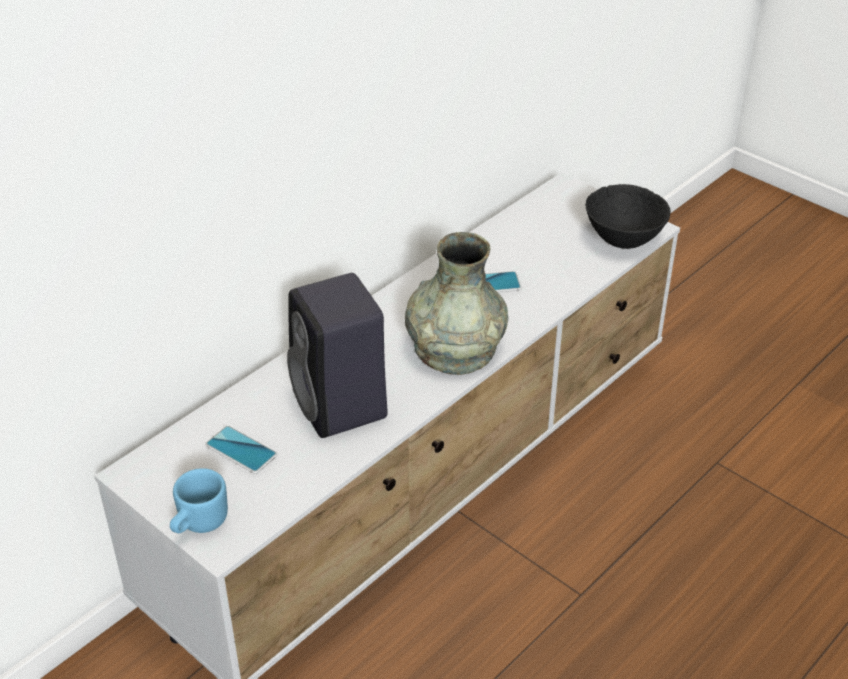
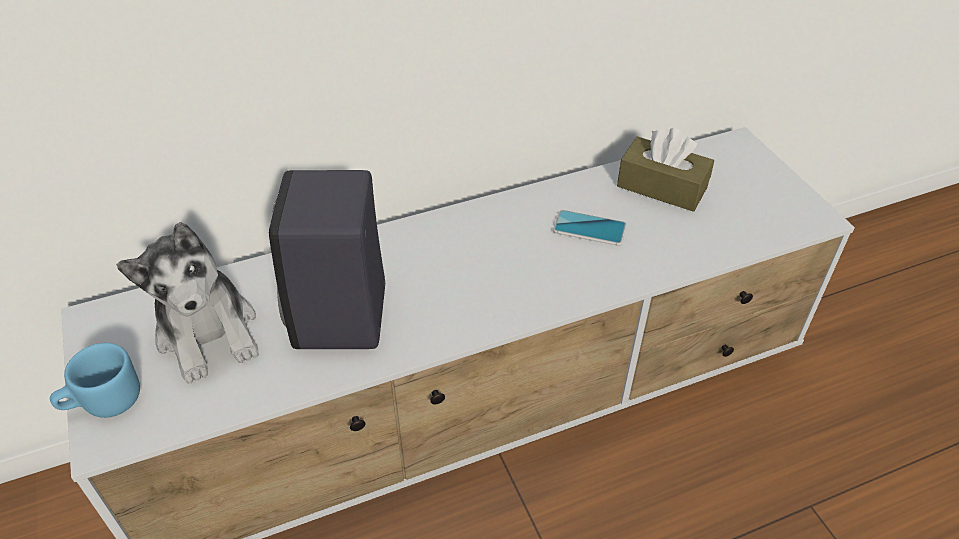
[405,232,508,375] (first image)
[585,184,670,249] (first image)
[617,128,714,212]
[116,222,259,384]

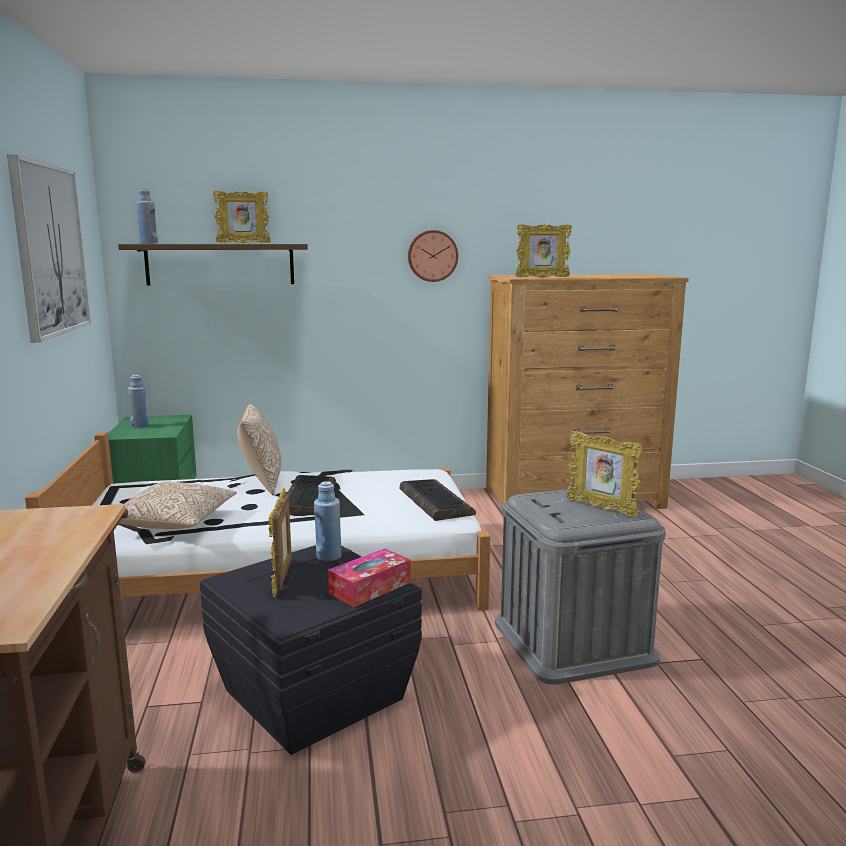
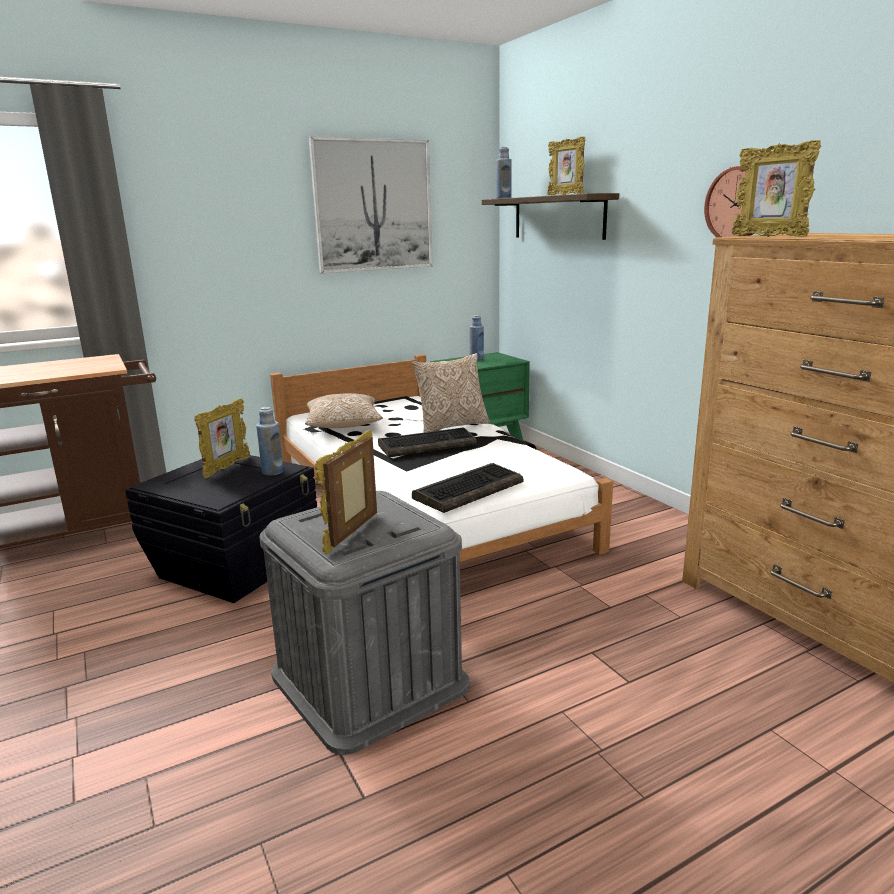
[328,548,411,607] (first image)
[194,398,250,478]

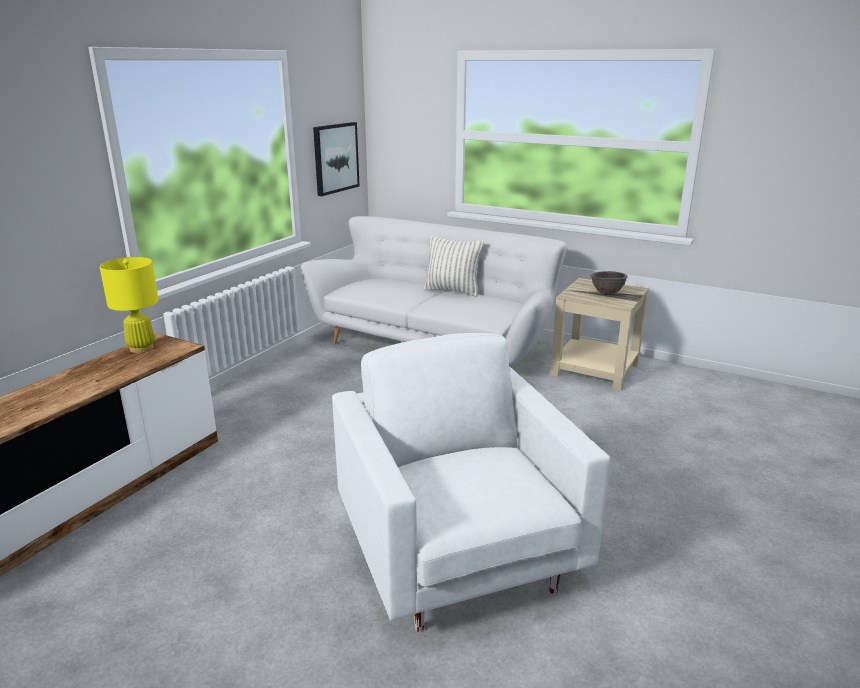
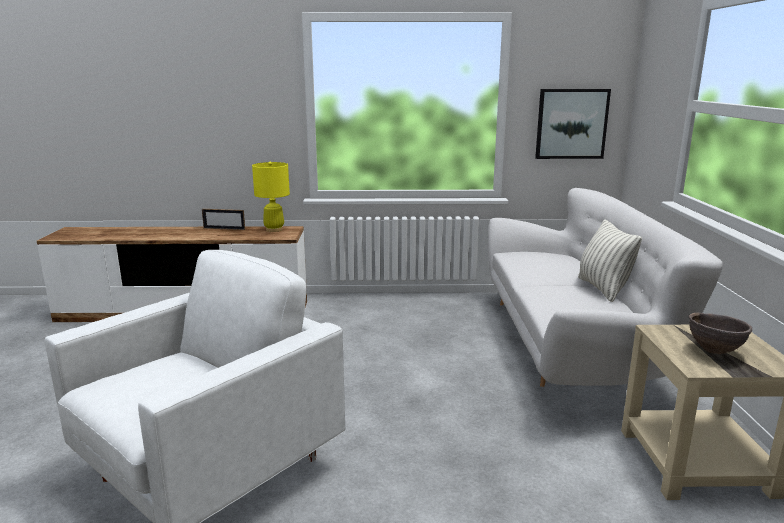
[202,209,245,230]

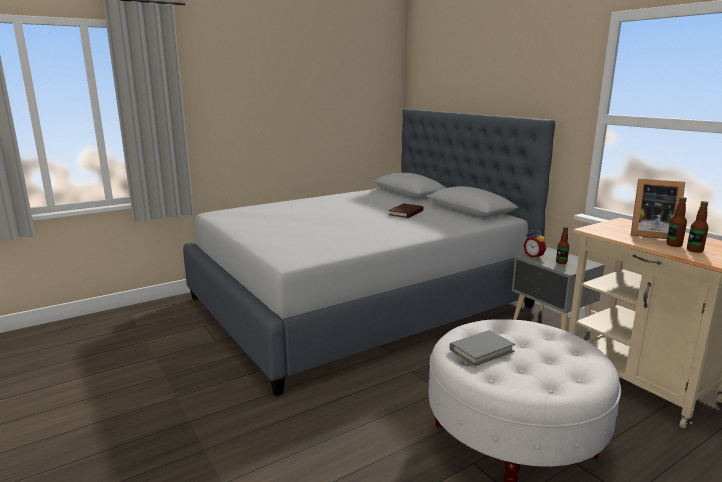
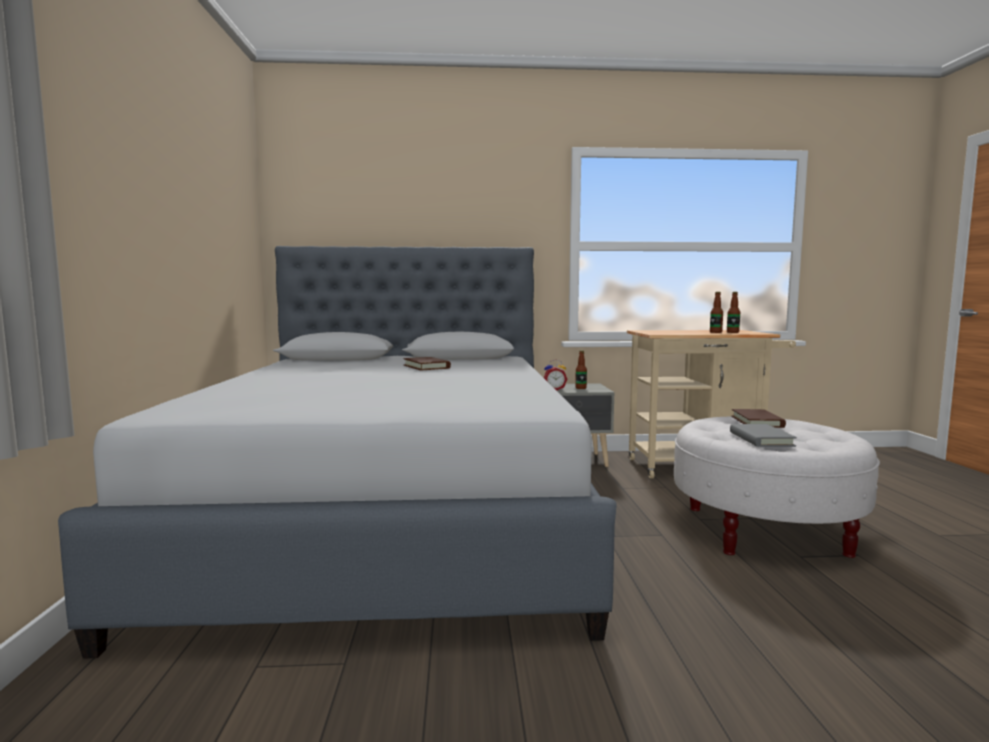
[631,179,685,239] (first image)
[731,409,786,428]

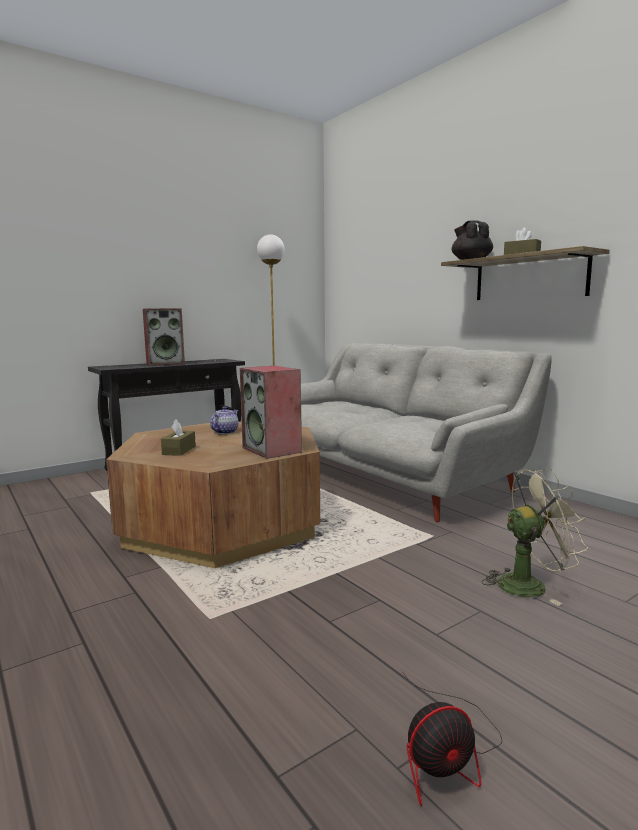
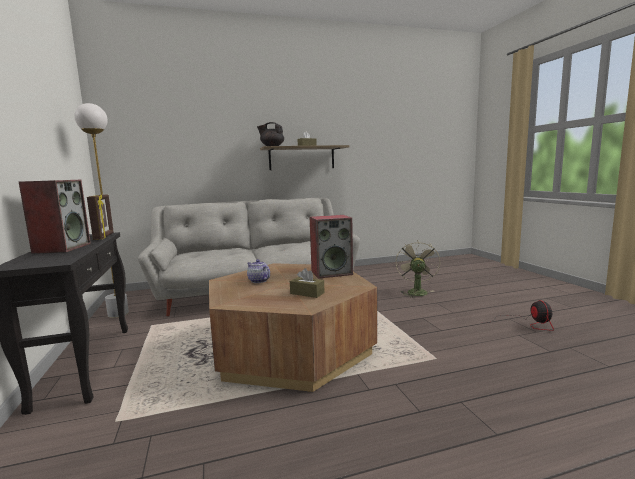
[87,194,114,240]

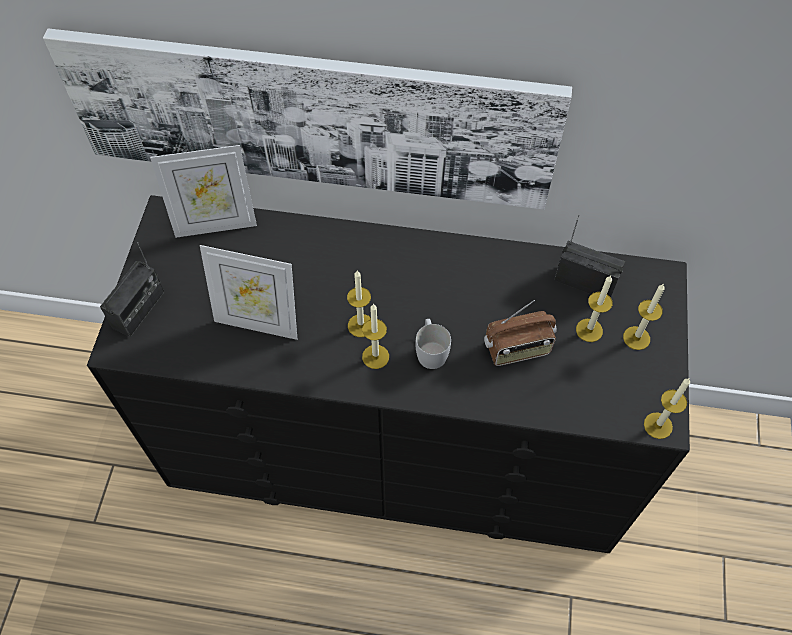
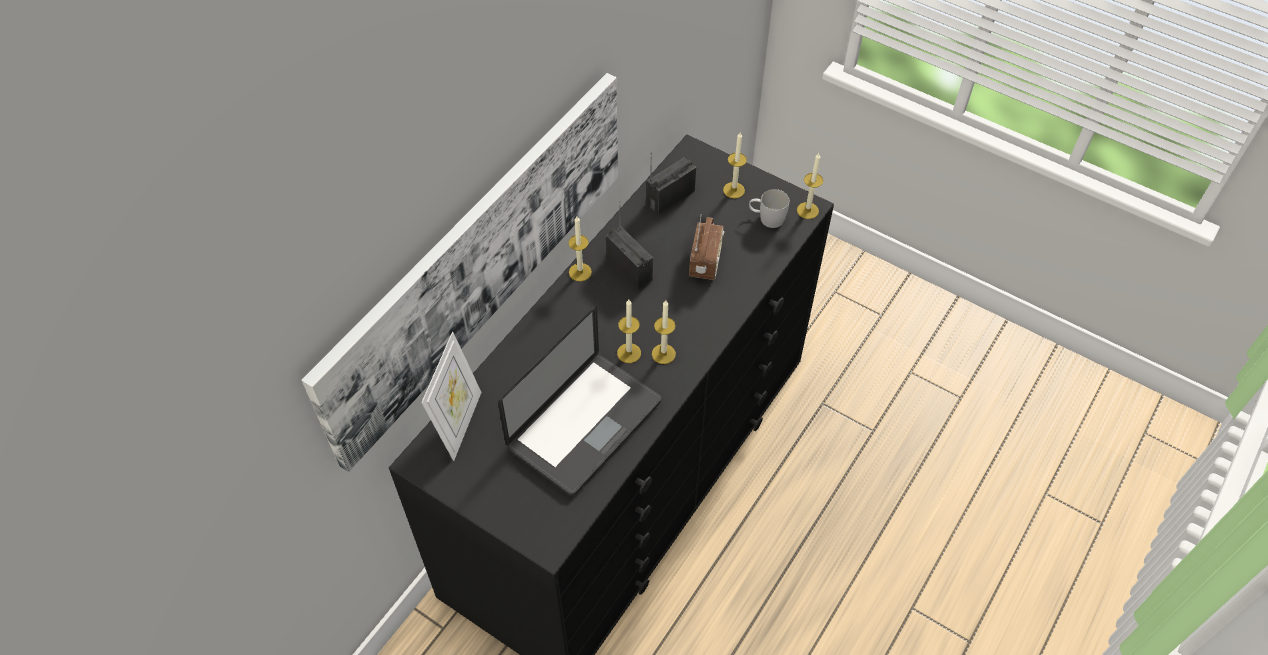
[606,202,653,290]
[749,189,789,228]
[568,216,592,282]
[498,306,661,496]

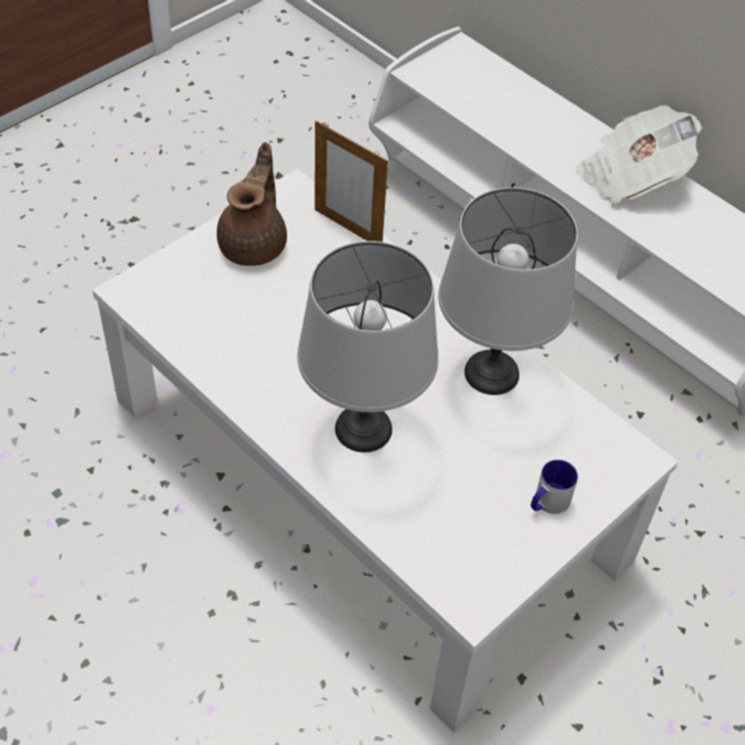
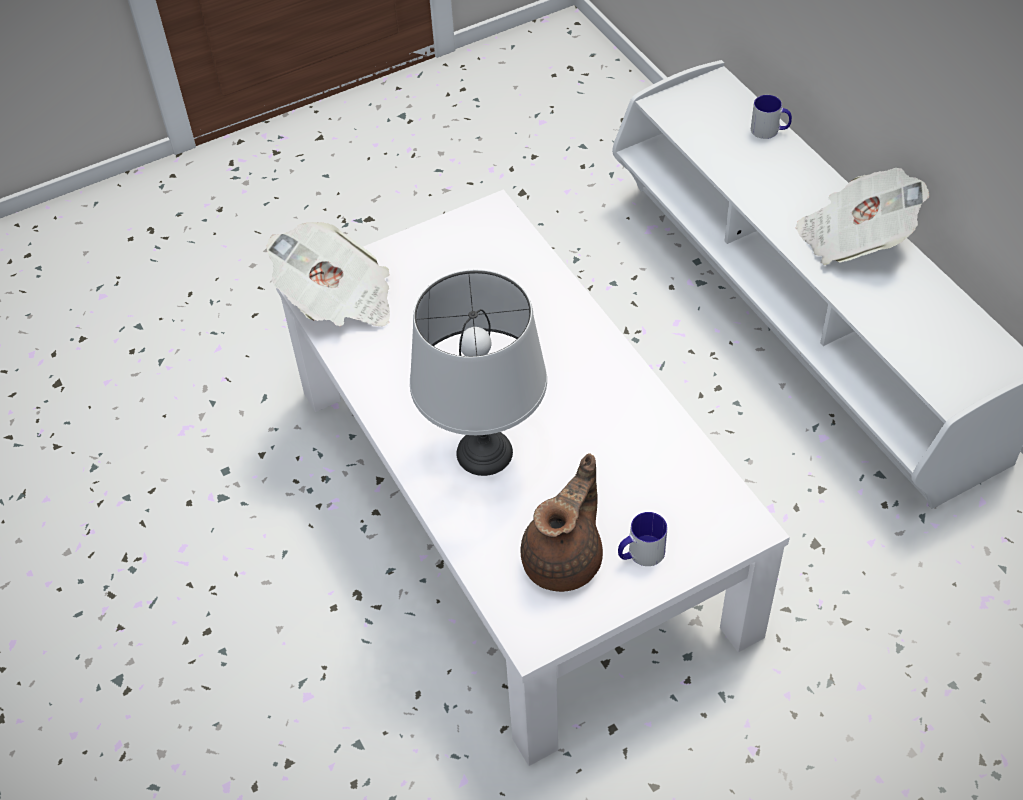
[315,121,388,242] (first image)
[438,187,578,395] (first image)
[266,222,390,326]
[751,95,792,139]
[520,453,603,592]

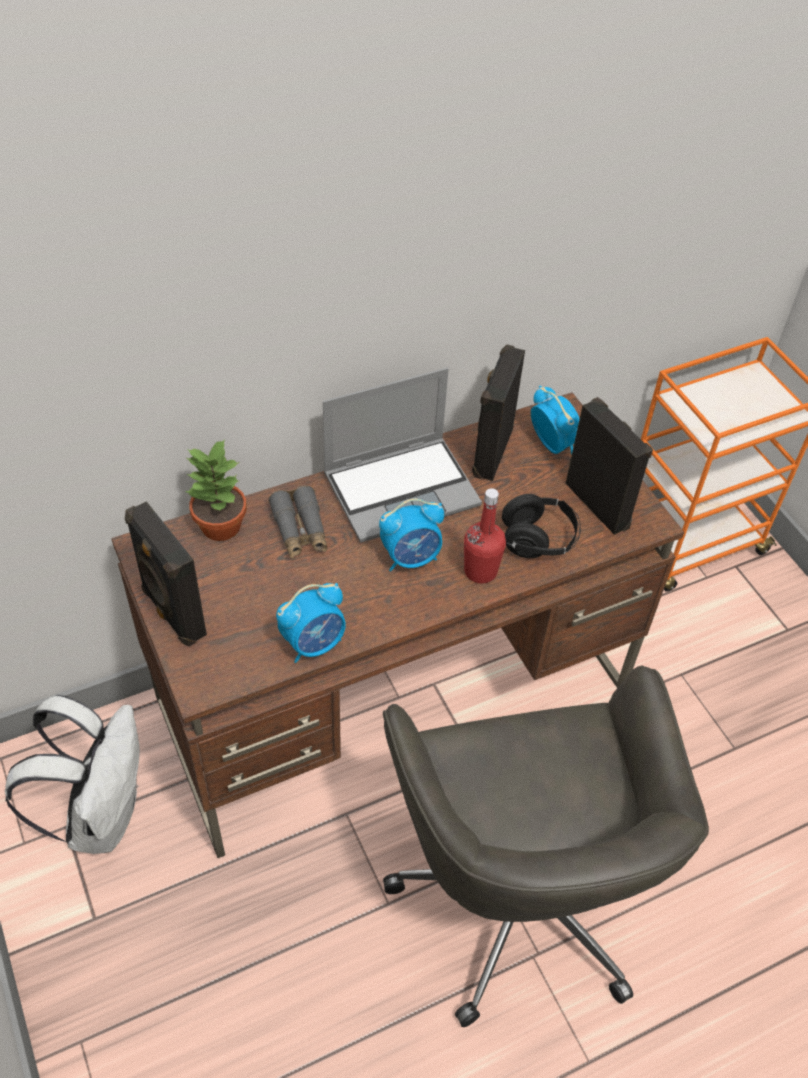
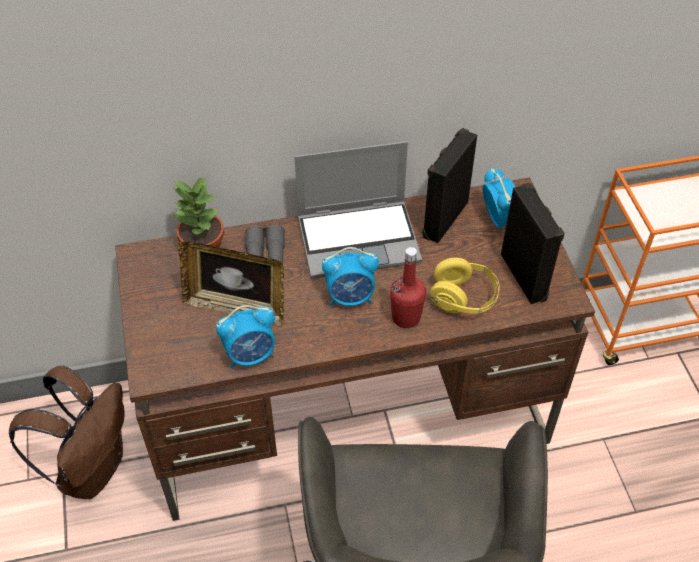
[125,501,207,647] (first image)
[178,242,284,327]
[9,365,125,499]
[430,258,500,314]

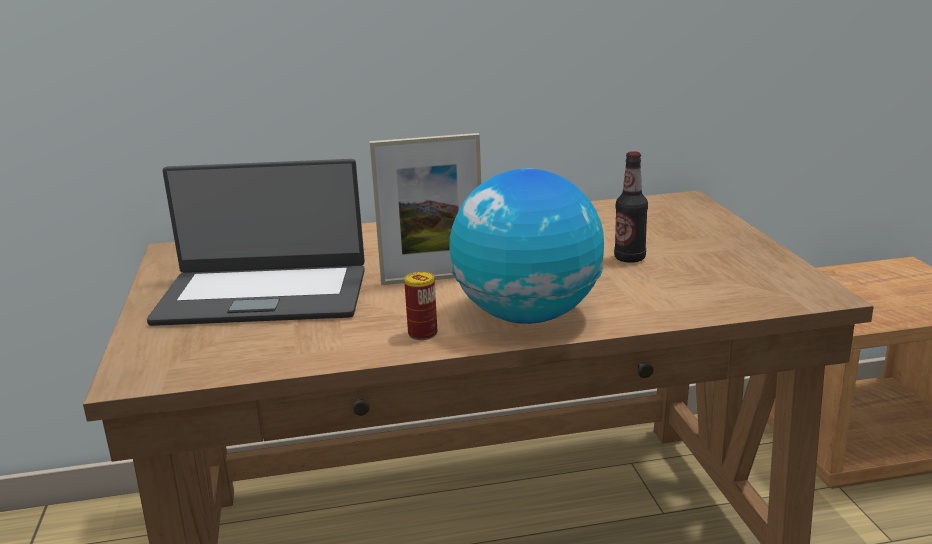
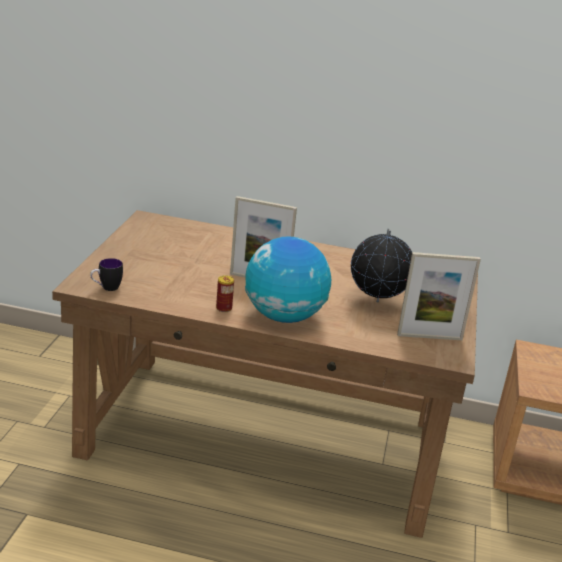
[147,159,365,326] (first image)
[90,258,123,291]
[397,252,481,340]
[351,229,412,302]

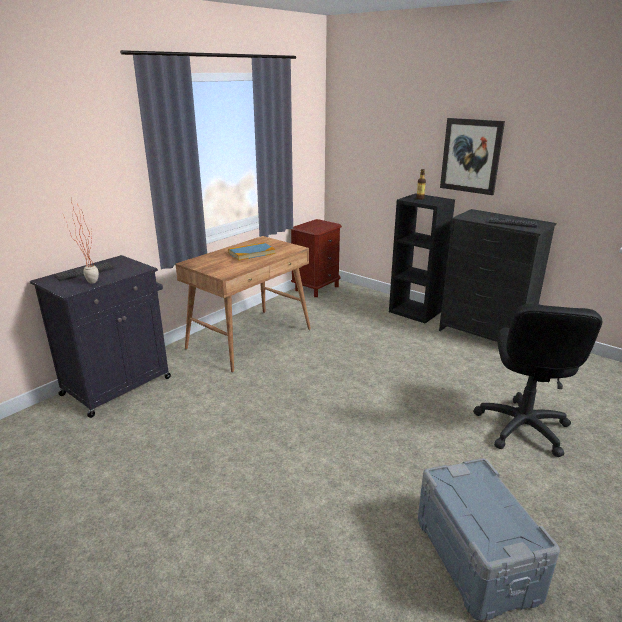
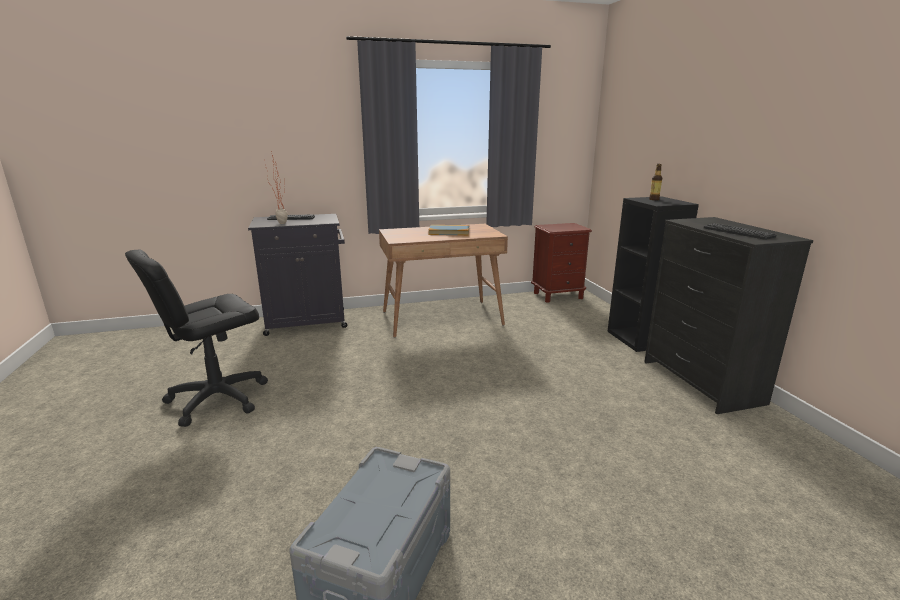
[440,118,505,195] (first image)
[125,249,268,427]

